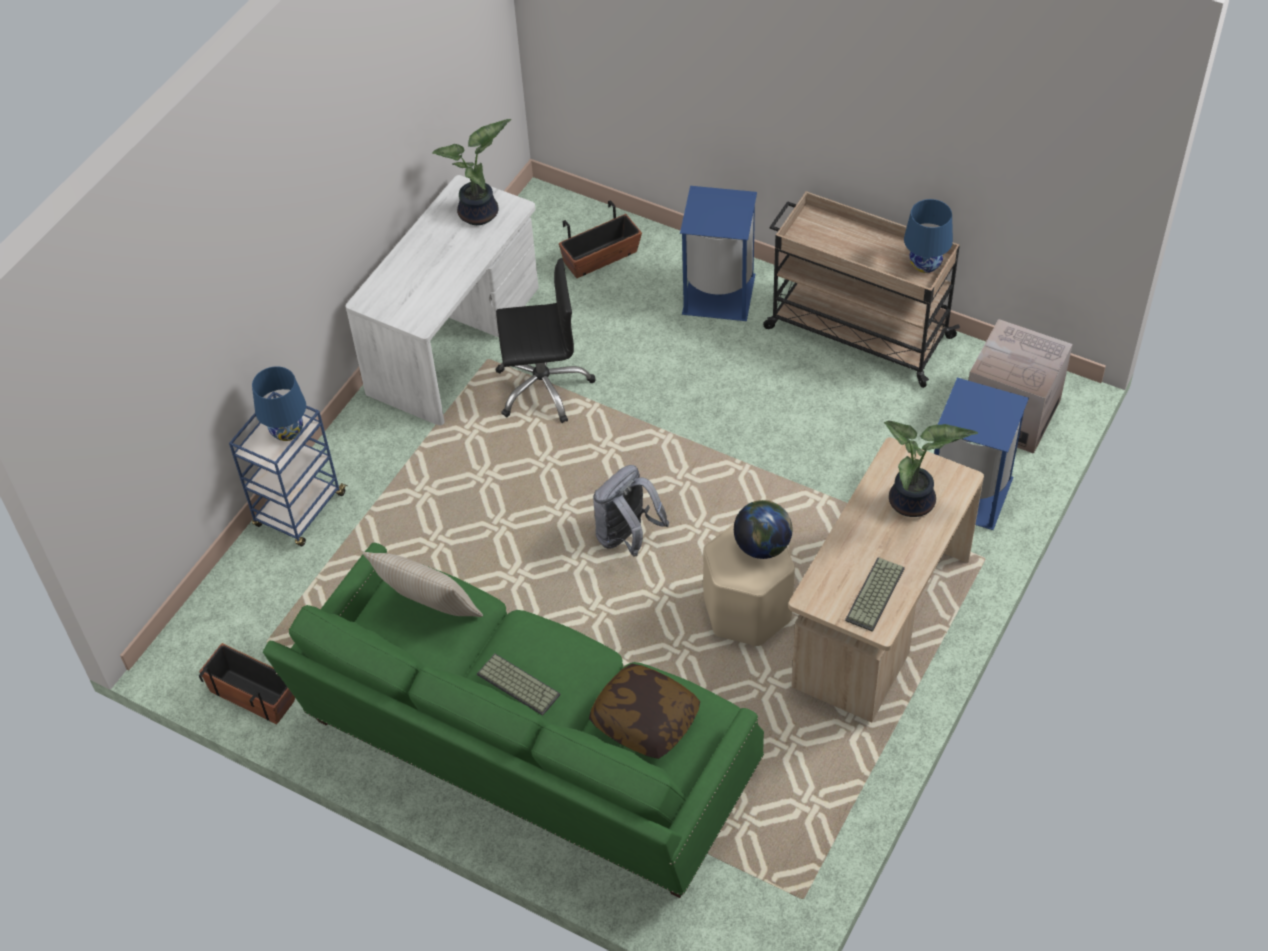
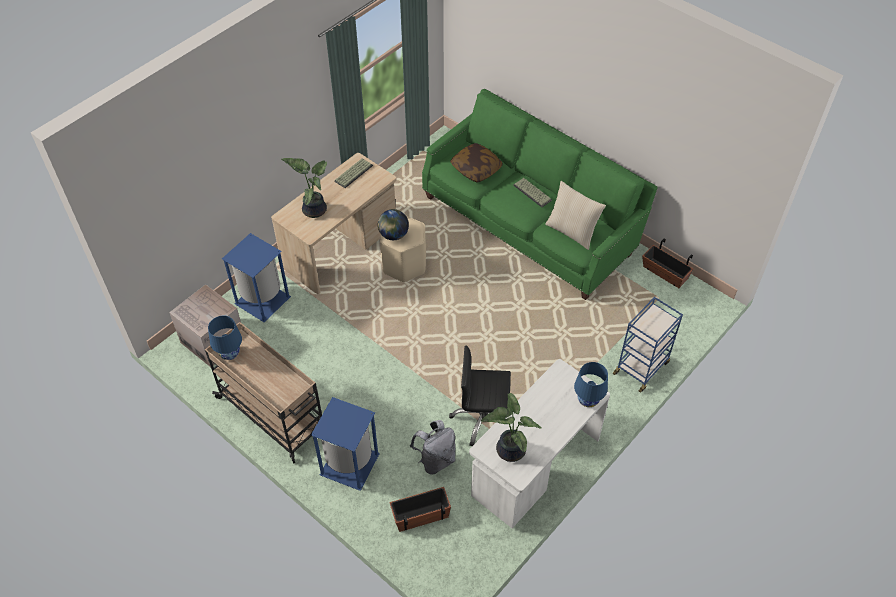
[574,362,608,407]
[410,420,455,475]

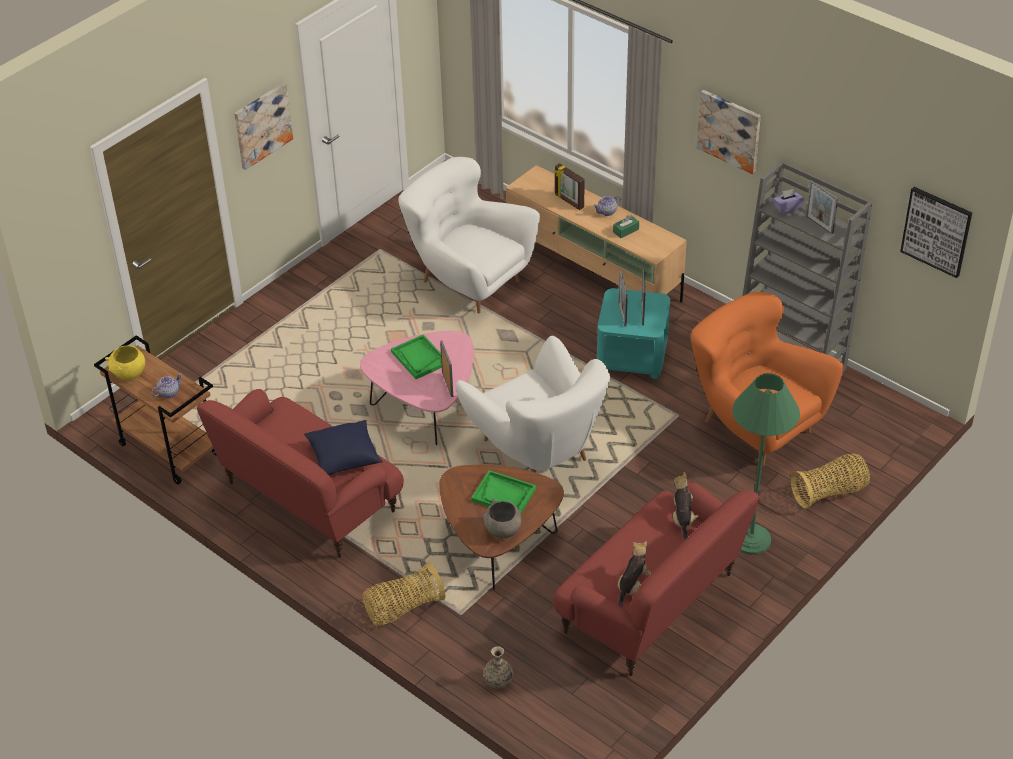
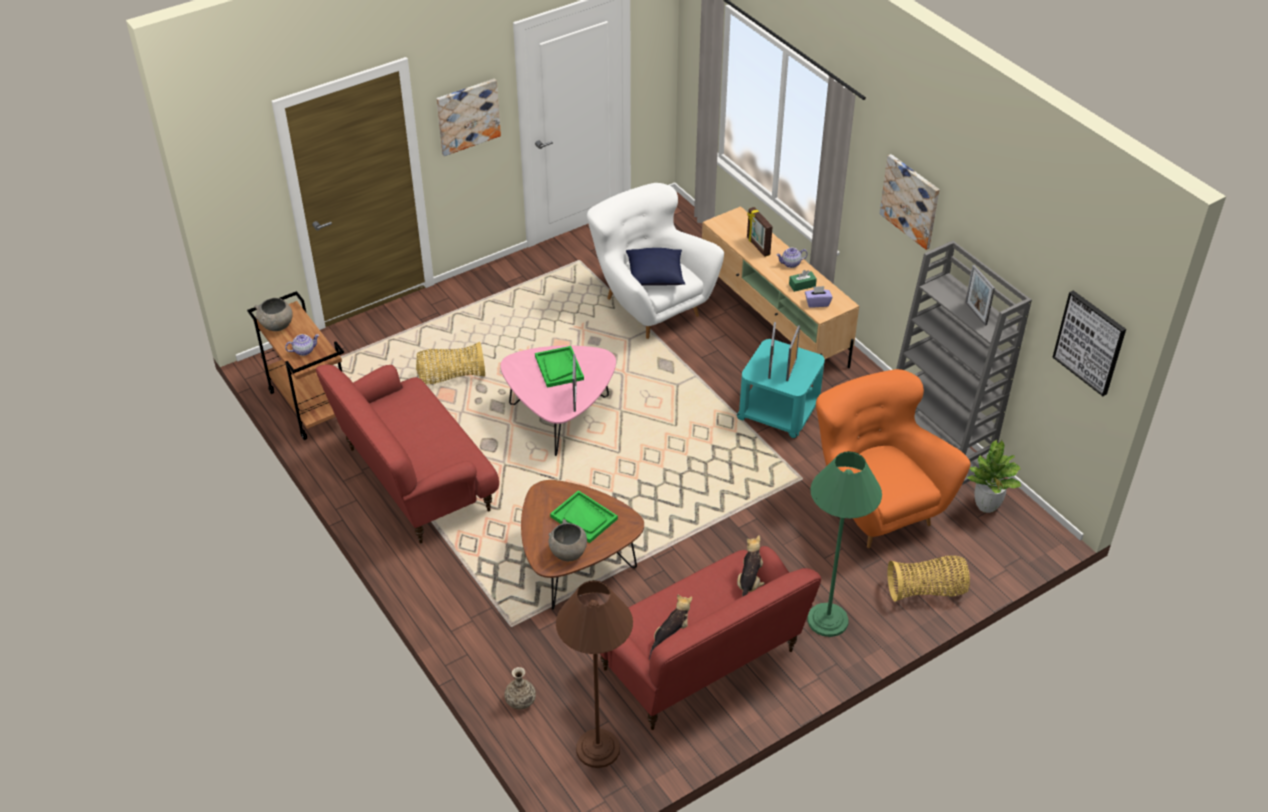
[456,336,610,473] (first image)
[556,580,633,768]
[967,440,1021,513]
[626,248,685,286]
[416,342,485,384]
[805,286,833,308]
[254,298,293,331]

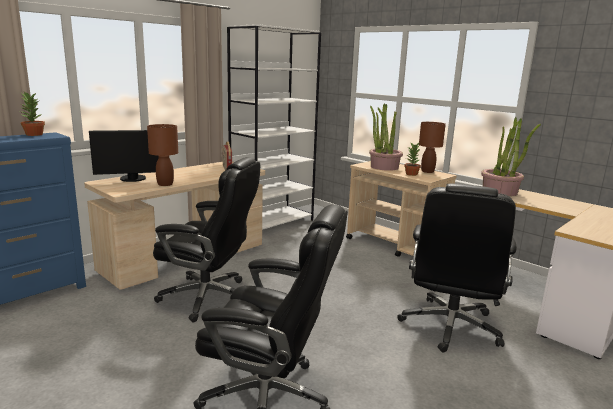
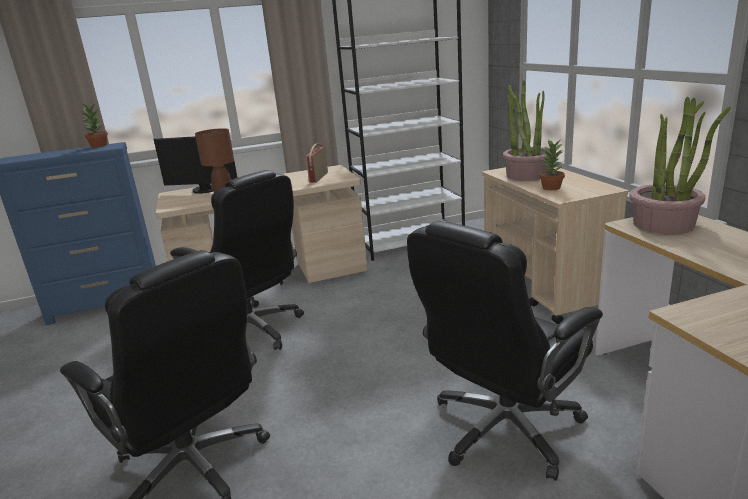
[419,122,446,173] (first image)

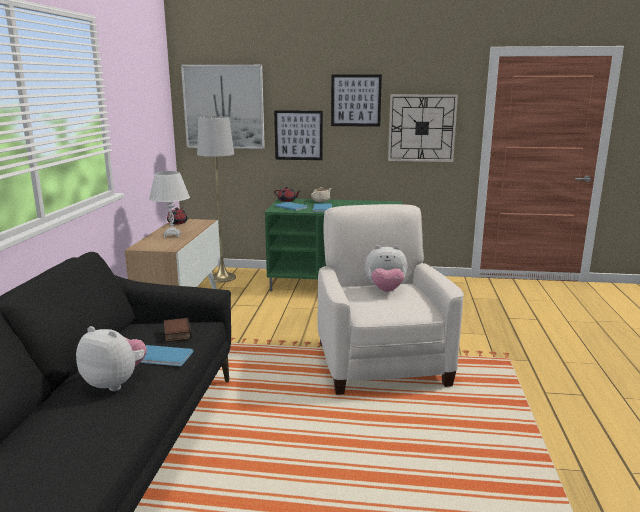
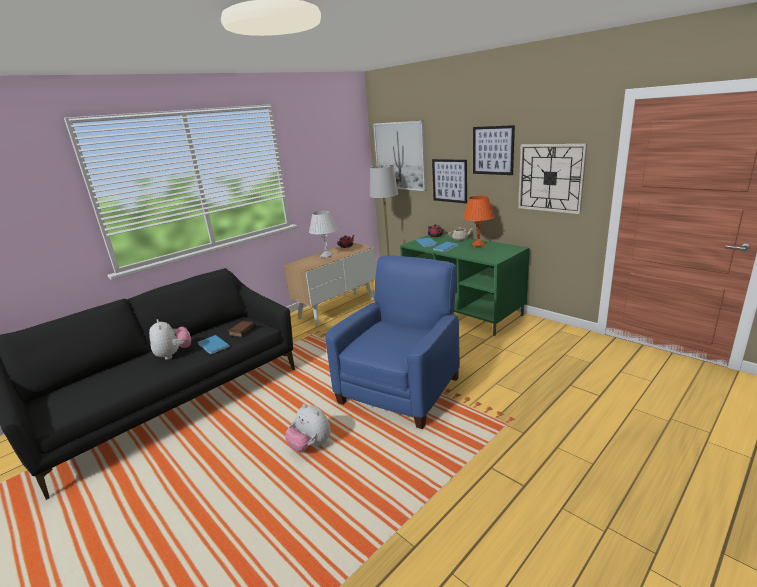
[463,196,495,248]
[285,404,331,452]
[325,255,460,429]

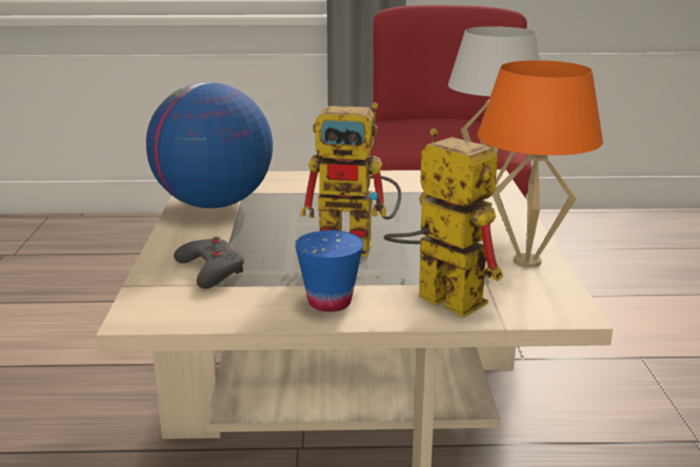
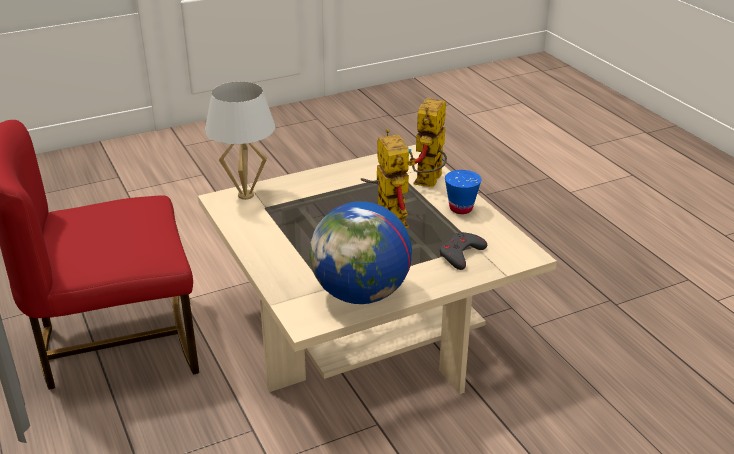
[477,60,603,268] (first image)

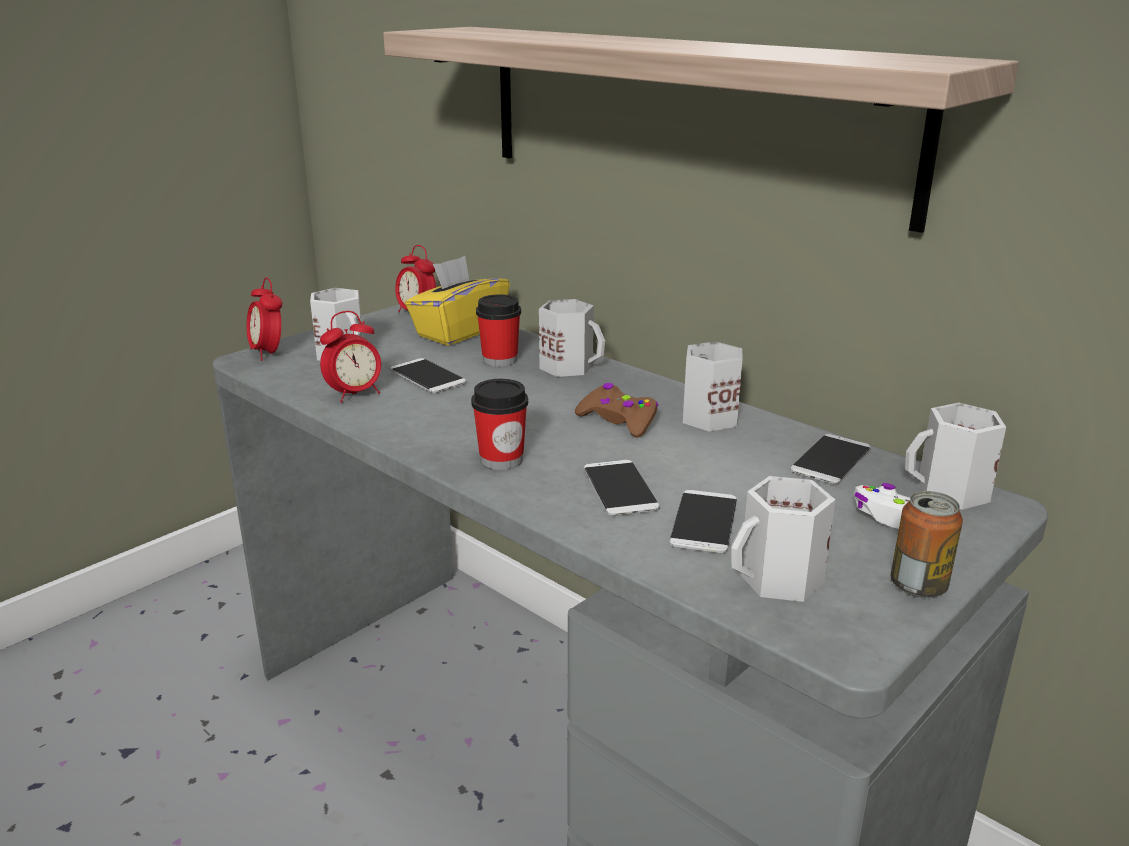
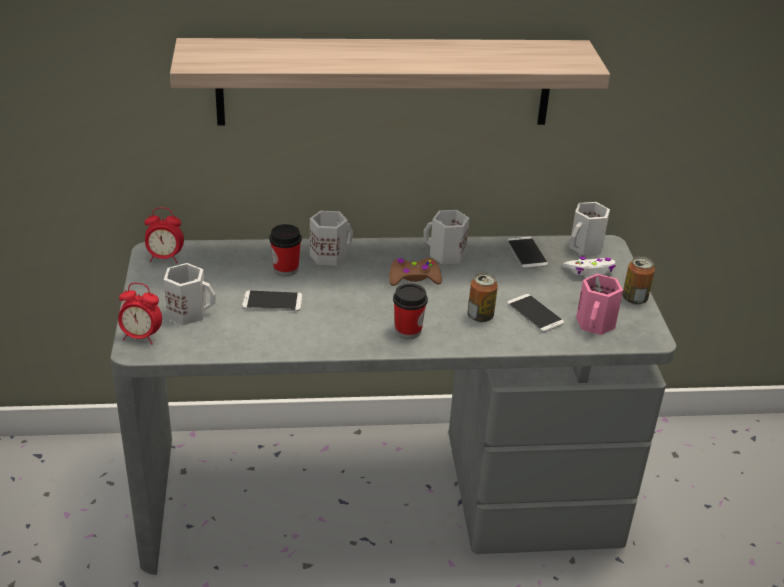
[320,311,381,403] (first image)
[405,256,510,345] (first image)
[468,272,498,322]
[576,274,623,335]

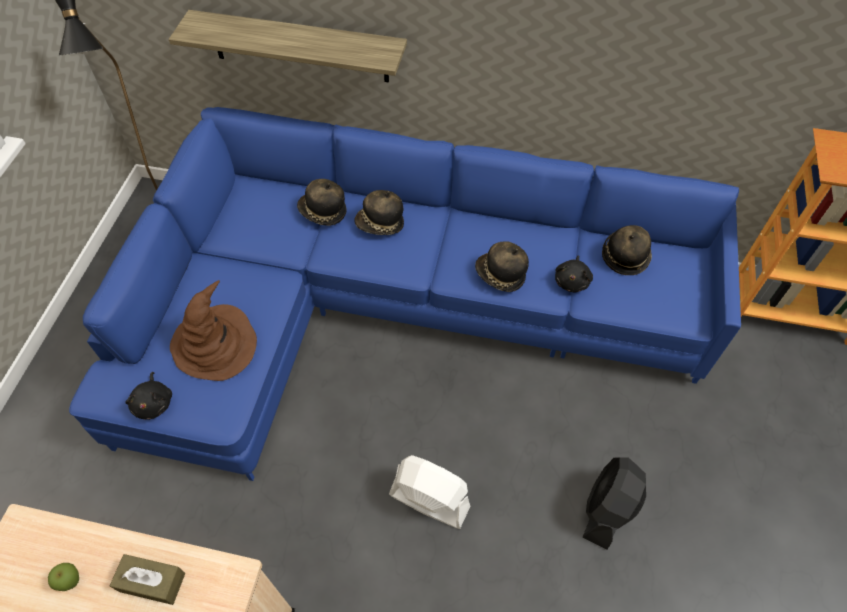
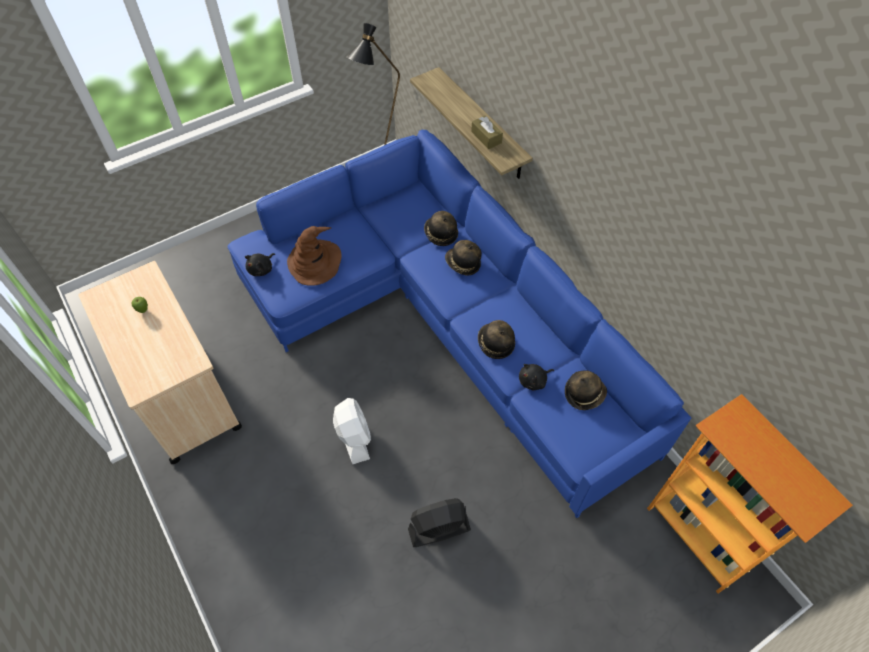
[471,116,503,149]

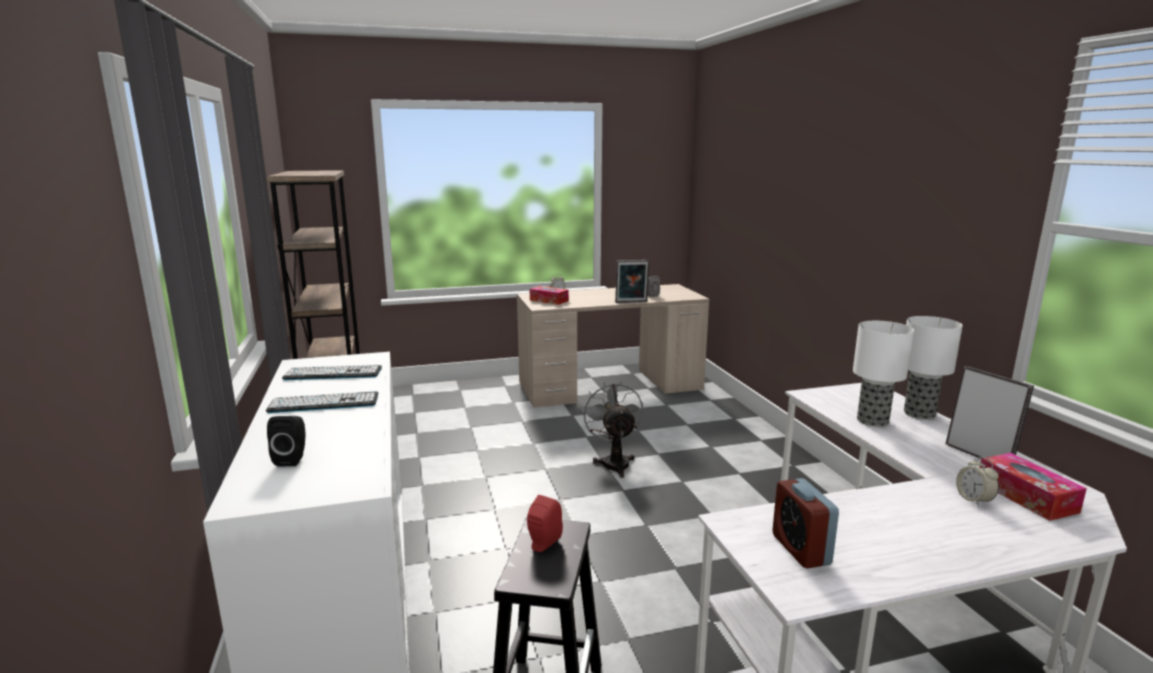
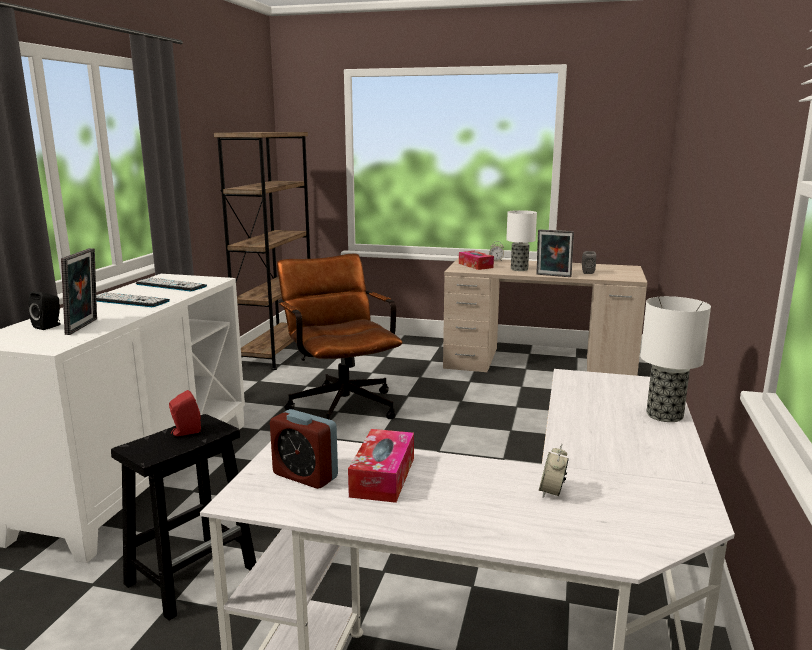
[582,381,643,478] (first image)
[277,254,403,420]
[506,210,537,271]
[61,248,97,335]
[348,429,414,503]
[270,409,338,489]

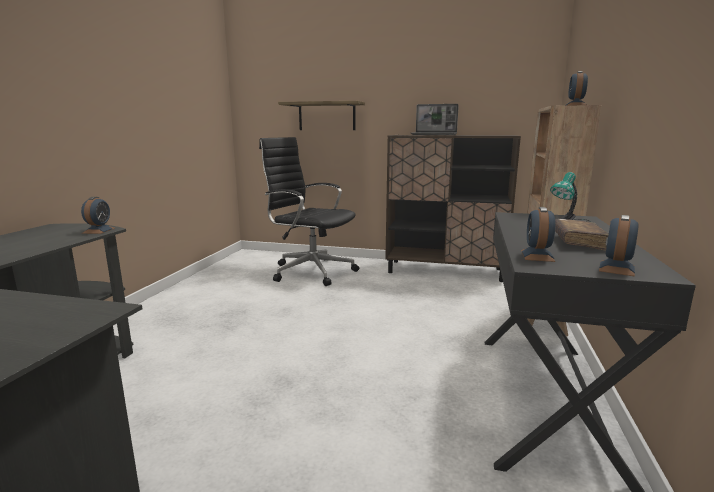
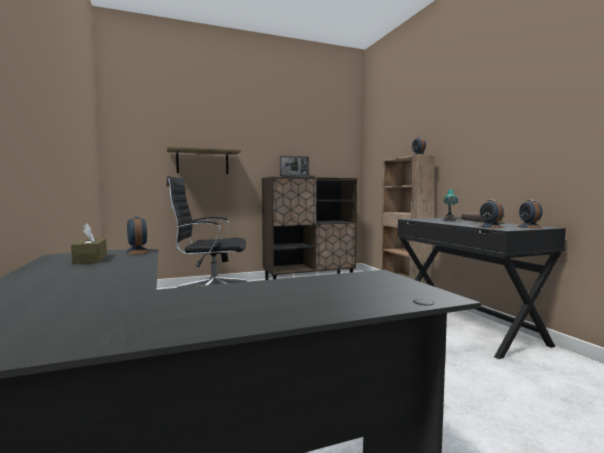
[71,223,107,264]

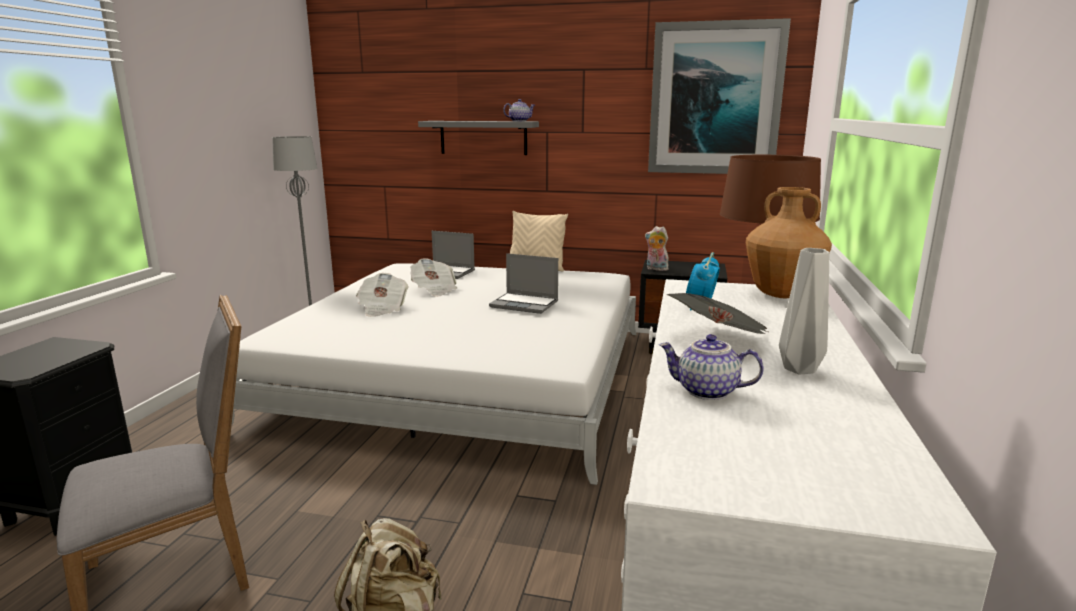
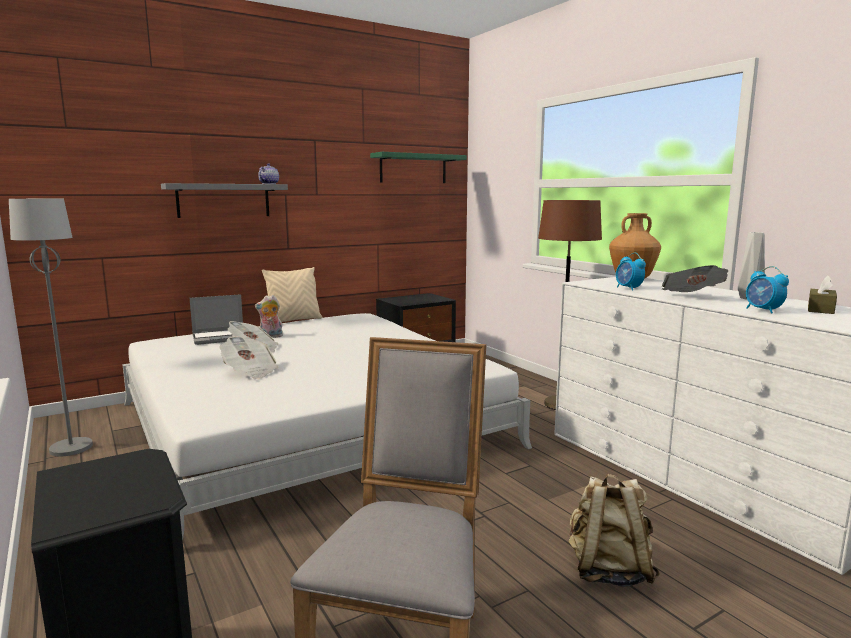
[489,253,558,314] (first image)
[808,275,837,314]
[255,295,283,338]
[370,152,467,183]
[746,266,789,314]

